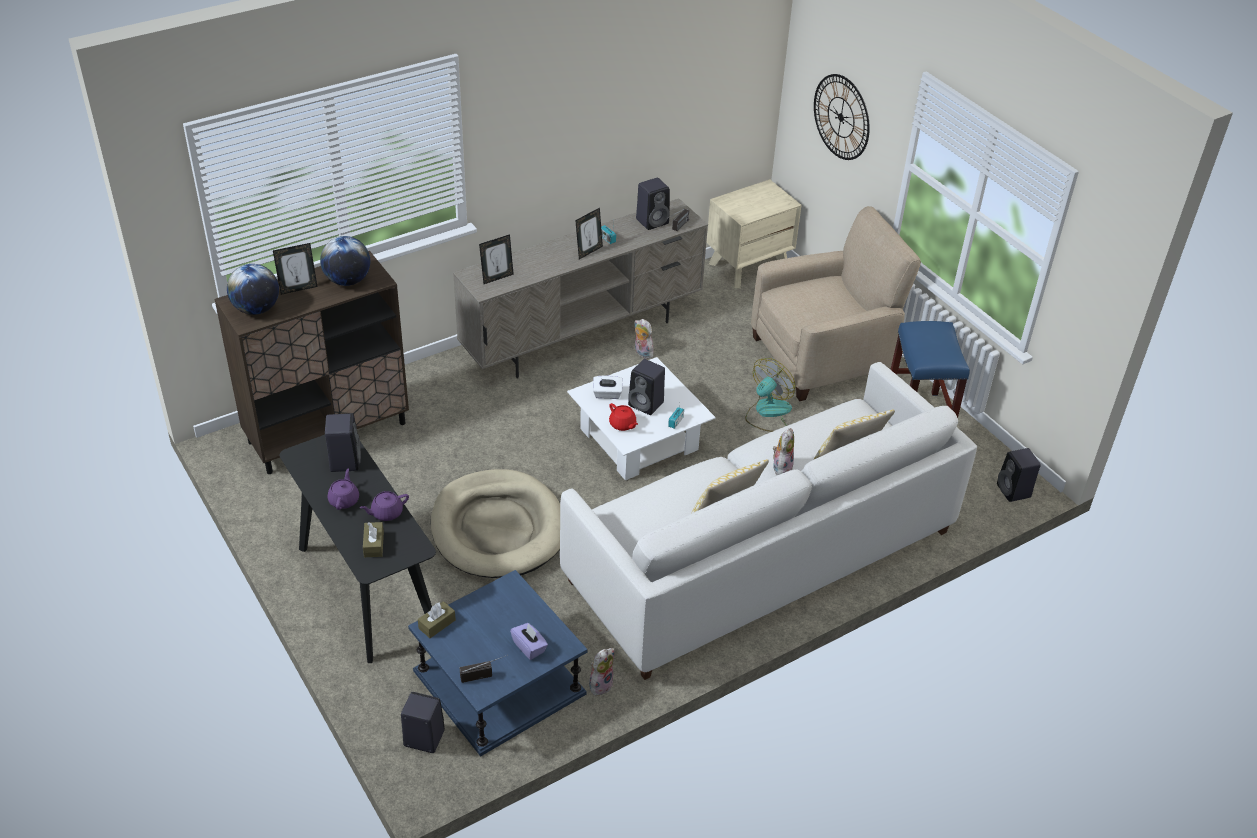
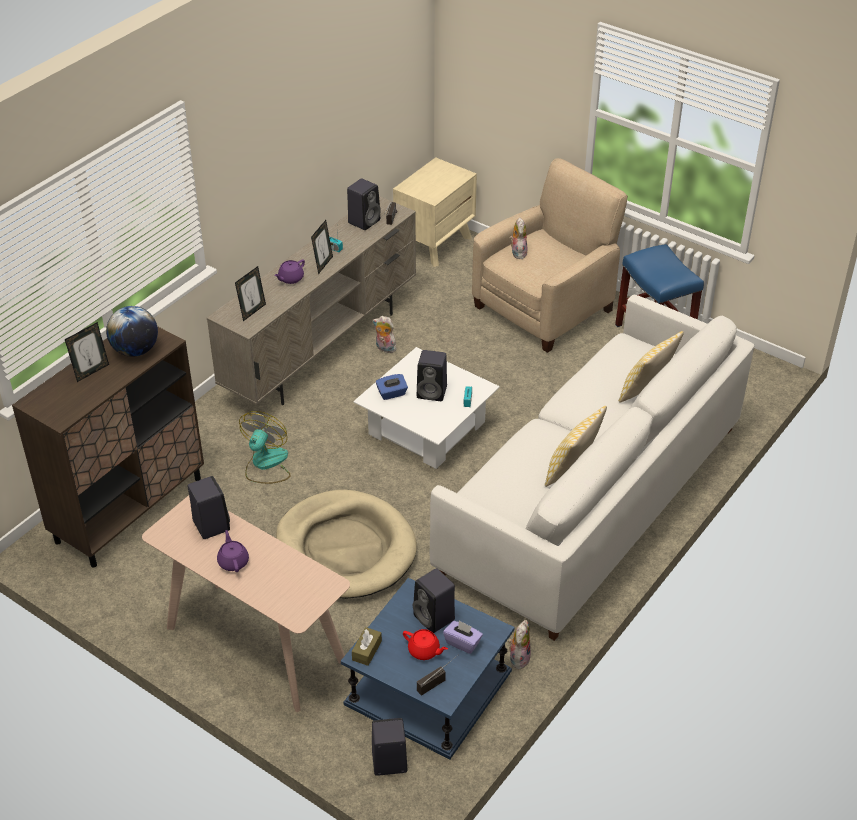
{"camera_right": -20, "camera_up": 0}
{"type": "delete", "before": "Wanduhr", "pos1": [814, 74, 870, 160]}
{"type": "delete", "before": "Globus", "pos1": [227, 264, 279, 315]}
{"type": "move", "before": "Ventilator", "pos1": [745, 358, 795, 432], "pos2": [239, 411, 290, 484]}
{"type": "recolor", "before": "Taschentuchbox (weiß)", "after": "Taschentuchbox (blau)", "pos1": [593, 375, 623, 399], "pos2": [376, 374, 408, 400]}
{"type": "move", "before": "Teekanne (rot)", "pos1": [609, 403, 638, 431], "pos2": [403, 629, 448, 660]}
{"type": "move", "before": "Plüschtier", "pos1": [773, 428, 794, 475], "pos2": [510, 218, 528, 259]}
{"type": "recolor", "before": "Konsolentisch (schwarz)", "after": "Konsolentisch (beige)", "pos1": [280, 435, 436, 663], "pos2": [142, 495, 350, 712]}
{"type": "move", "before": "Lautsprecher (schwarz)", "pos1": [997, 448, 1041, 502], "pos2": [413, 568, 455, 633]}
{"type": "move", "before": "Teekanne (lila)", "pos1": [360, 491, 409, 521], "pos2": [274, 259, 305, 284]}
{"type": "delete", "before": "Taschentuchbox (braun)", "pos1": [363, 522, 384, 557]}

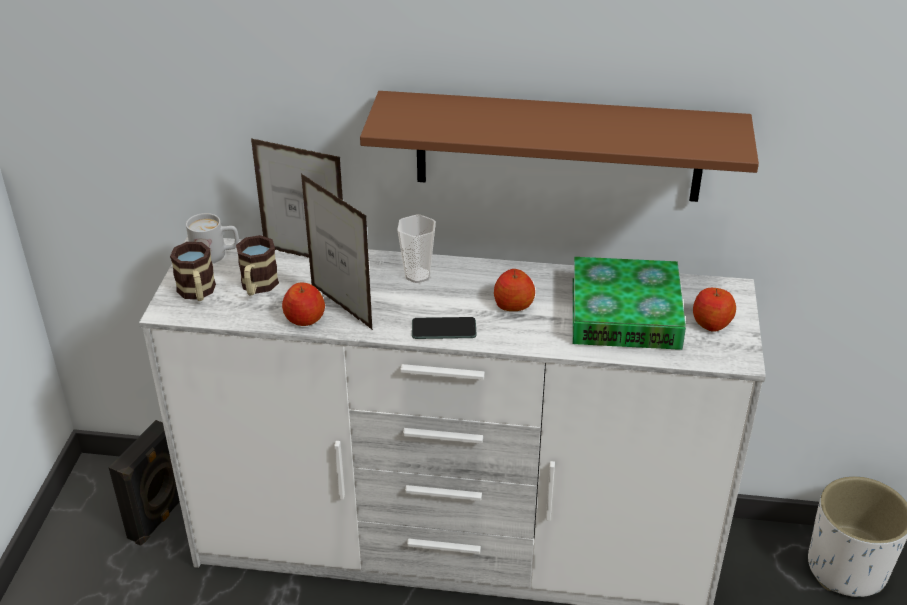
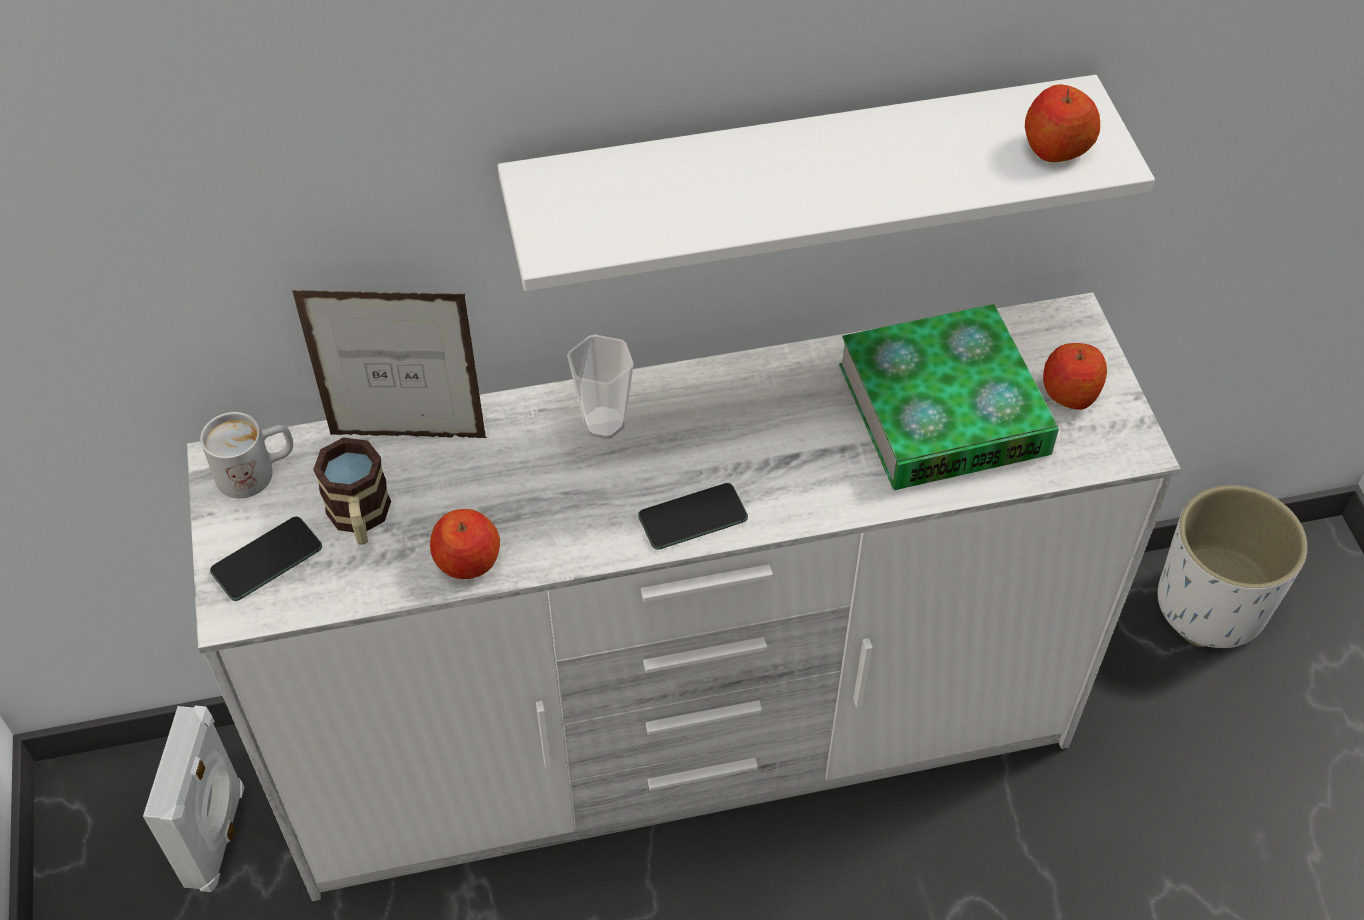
{"camera_right": -20, "camera_up": 15}
{"type": "recolor", "before": "Wandregal (braun)", "after": "Wandregal (weiß)", "pos1": [360, 91, 759, 202], "pos2": [498, 75, 1155, 291]}
{"type": "delete", "before": "Bilderrahmen", "pos1": [301, 174, 373, 330]}
{"type": "replace", "before": "Henkelbecher", "after": "Handy", "pos1": [170, 242, 216, 301], "pos2": [210, 517, 322, 601]}
{"type": "move", "before": "Apfel", "pos1": [494, 269, 535, 311], "pos2": [1025, 85, 1100, 162]}
{"type": "recolor", "before": "Lautsprecher (schwarz)", "after": "Lautsprecher (weiß)", "pos1": [109, 420, 180, 546], "pos2": [143, 706, 245, 892]}

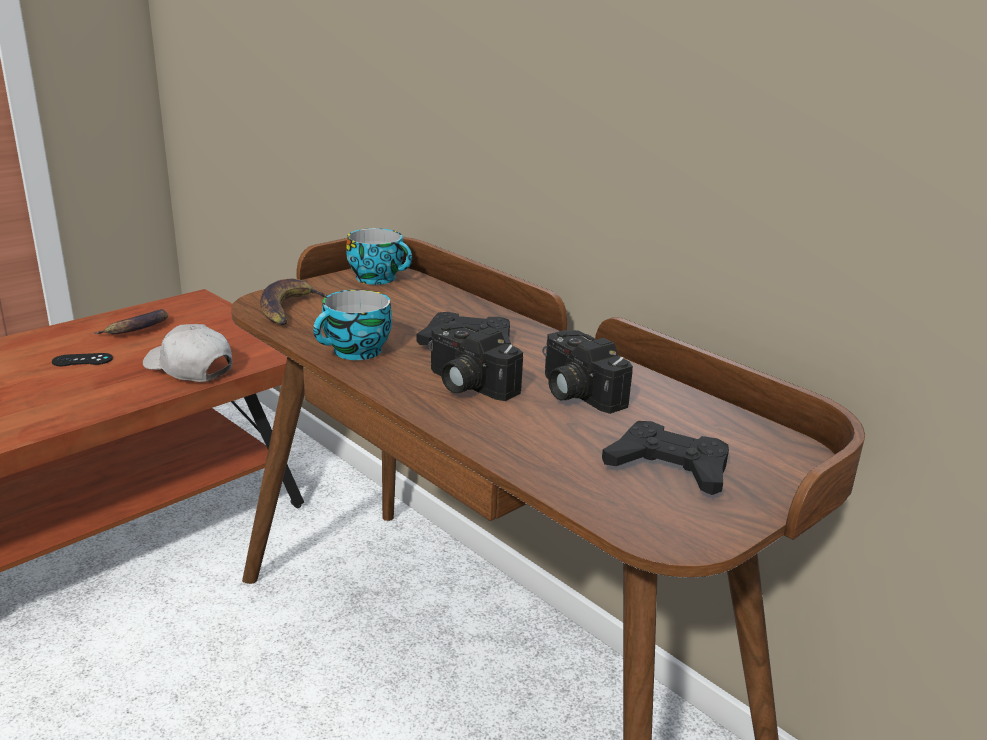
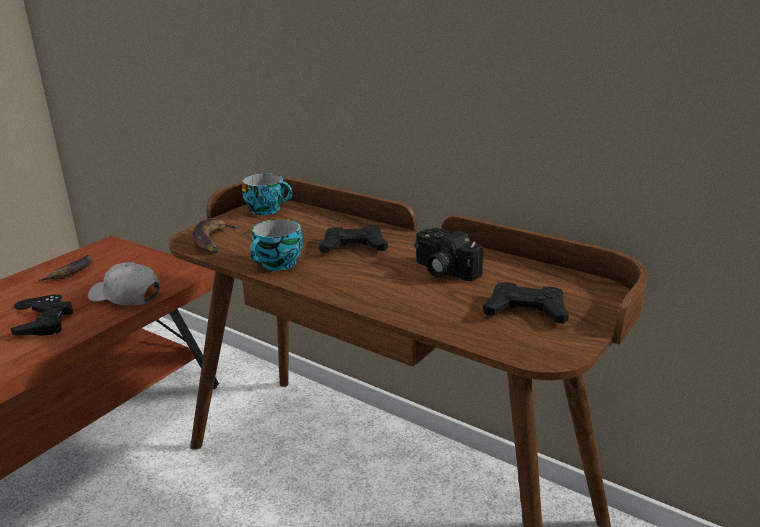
{"camera_right": -10, "camera_up": 0}
{"type": "delete", "before": "Kamera", "pos1": [428, 323, 523, 401]}
{"type": "insert", "after": "Gamepad (schwarz)", "pos2": [11, 301, 73, 336]}

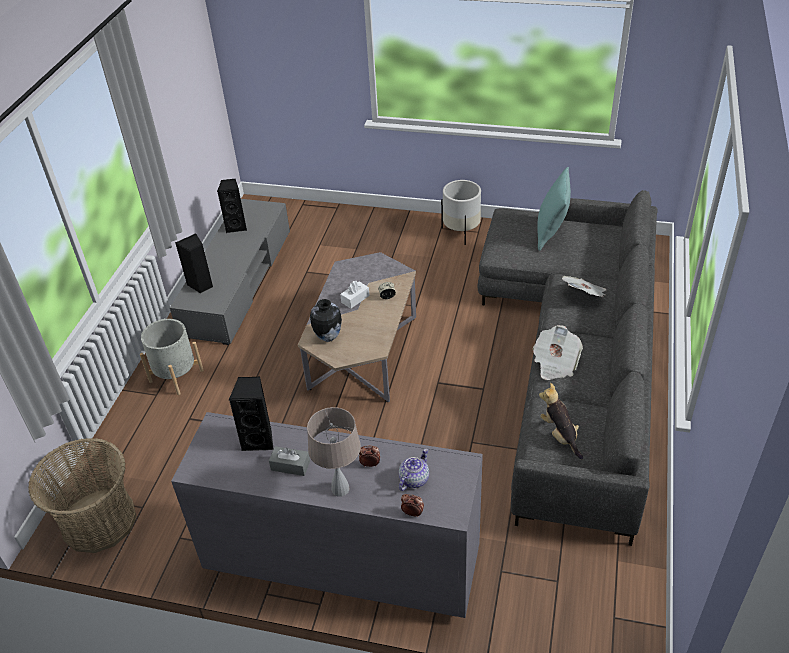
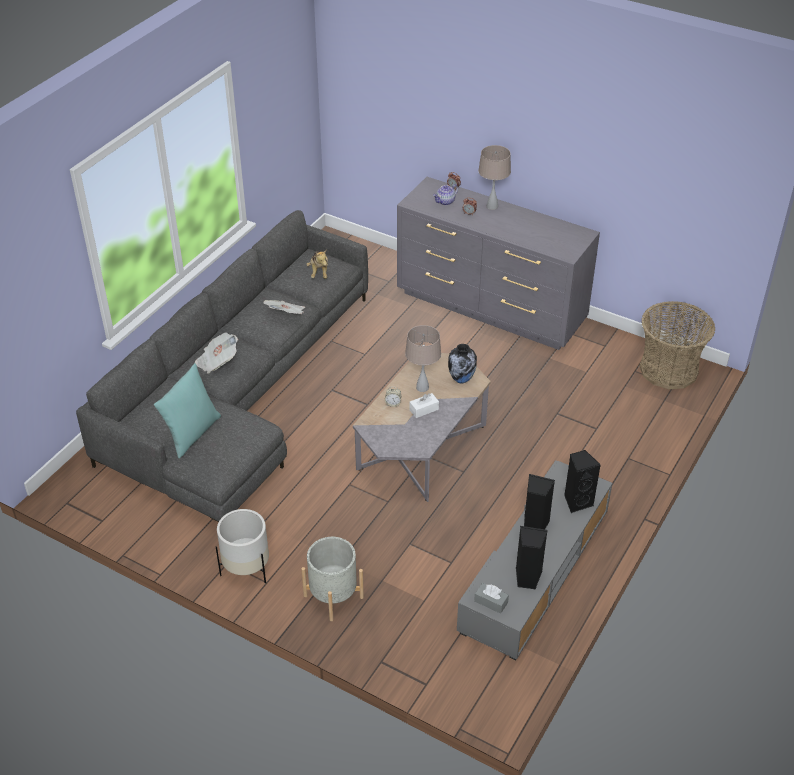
{"camera_right": -165, "camera_up": 0}
{"type": "move", "before": "Pflanzkübel (grau)", "pos1": [140, 319, 204, 395], "pos2": [301, 537, 364, 621]}
{"type": "move", "before": "Lautsprecher (schwarz)", "pos1": [228, 377, 273, 451], "pos2": [524, 474, 555, 529]}
{"type": "move", "before": "Taschentuchbox (grau)", "pos1": [269, 446, 310, 476], "pos2": [474, 583, 509, 614]}
{"type": "insert", "after": "Tischlampe (beige)", "pos2": [405, 325, 441, 392]}

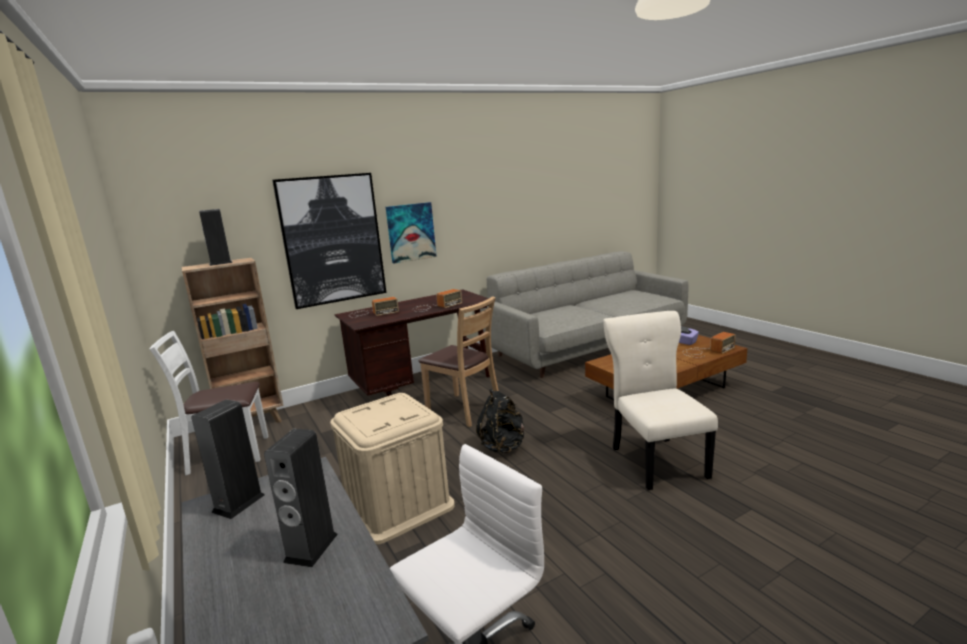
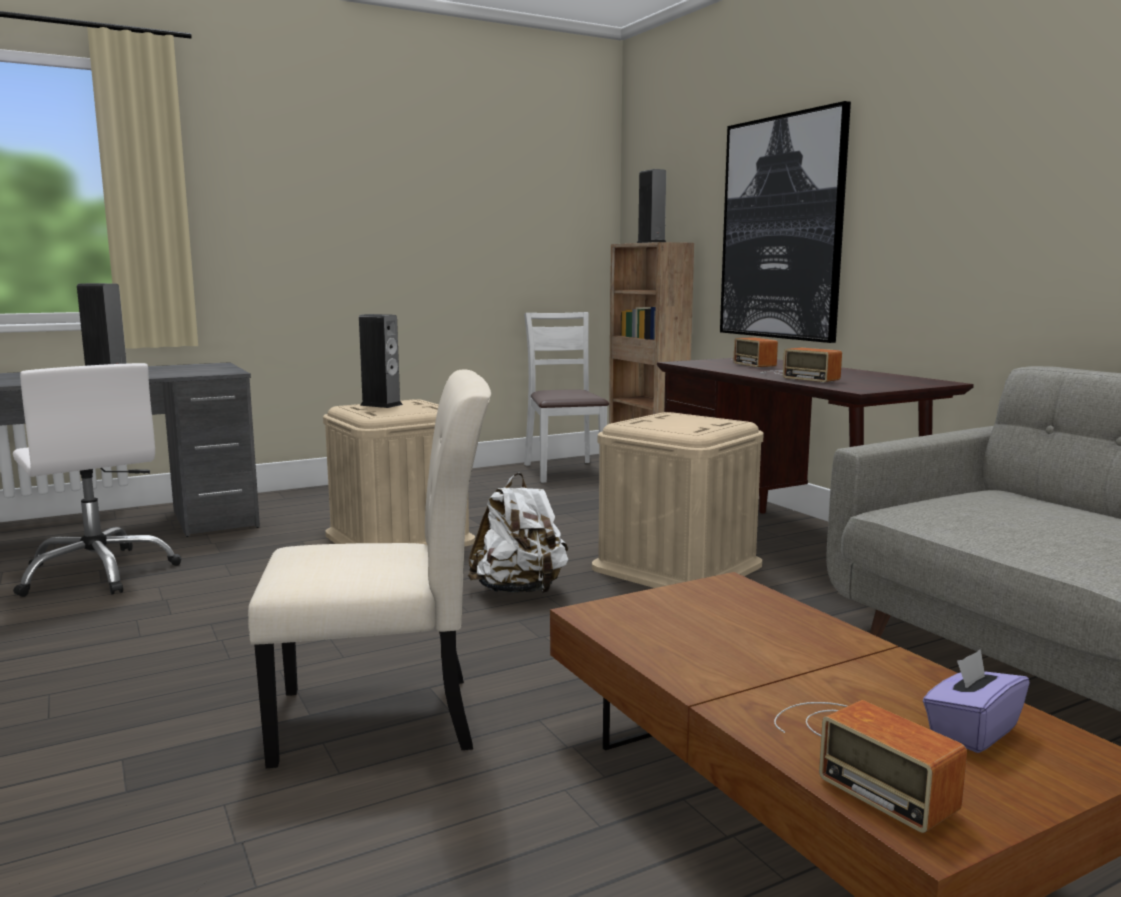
{"camera_right": 90, "camera_up": -5}
{"type": "delete", "before": "Bild", "pos1": [386, 202, 437, 263]}
{"type": "replace", "before": "Stuhl (braun)", "after": "Aufbewahrungsbox (beige)", "pos1": [419, 296, 499, 427], "pos2": [592, 412, 764, 588]}
{"type": "recolor", "before": "Rucksack (schwarz)", "after": "Rucksack (weiß)", "pos1": [476, 389, 524, 453], "pos2": [468, 473, 568, 593]}
{"type": "move", "before": "Lautsprecher", "pos1": [191, 399, 265, 519], "pos2": [359, 314, 403, 408]}

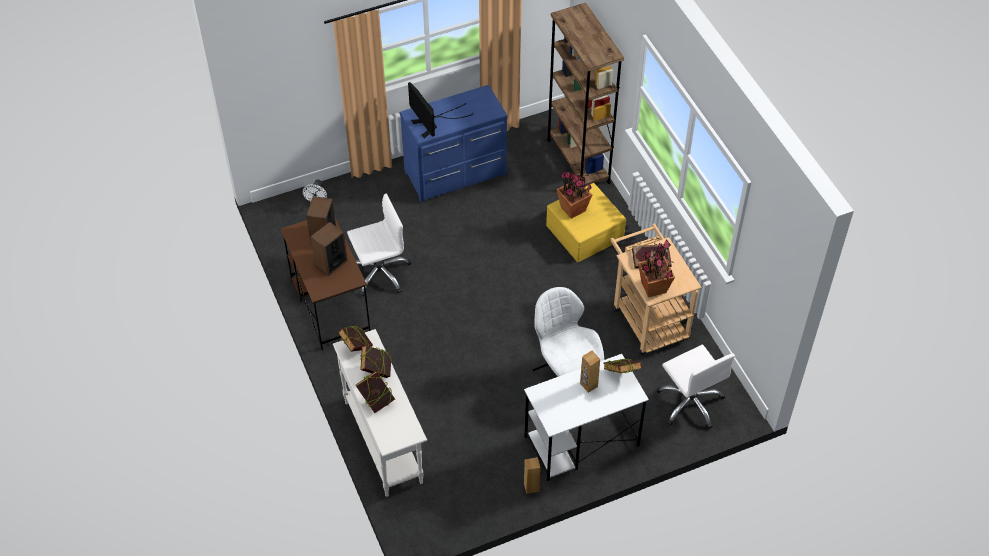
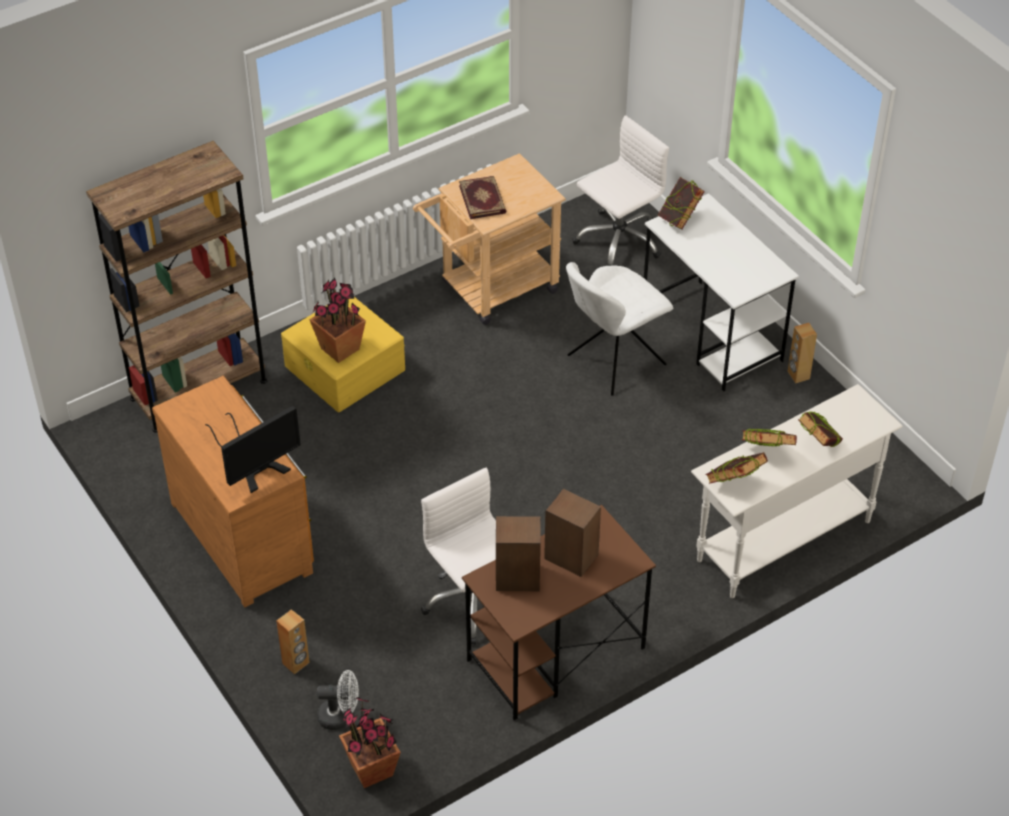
{"camera_right": -100, "camera_up": -5}
{"type": "recolor", "before": "Kommode (blau)", "after": "Kommode (braun)", "pos1": [400, 85, 507, 202], "pos2": [152, 376, 314, 607]}
{"type": "move", "before": "Topfpflanze", "pos1": [638, 238, 675, 297], "pos2": [339, 697, 401, 788]}
{"type": "move", "before": "Lautsprecher (braun)", "pos1": [580, 351, 600, 393], "pos2": [276, 609, 310, 675]}

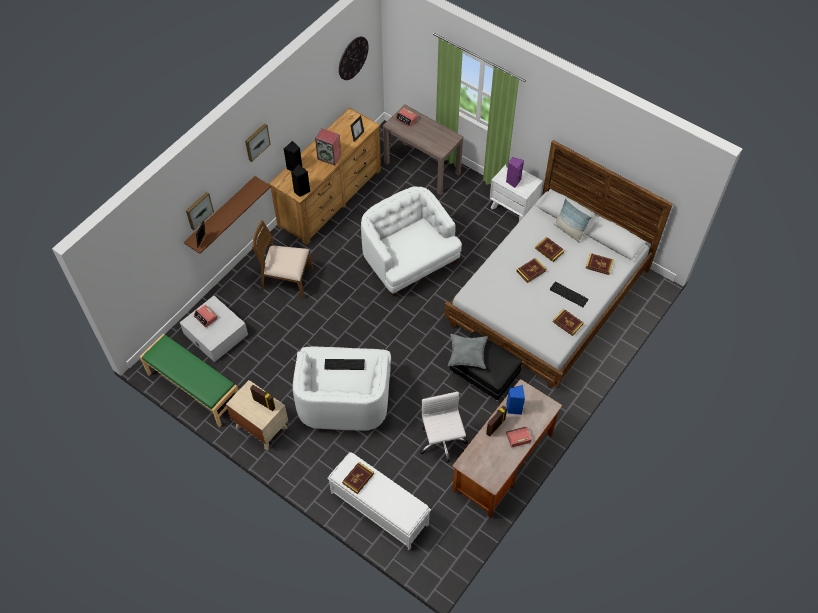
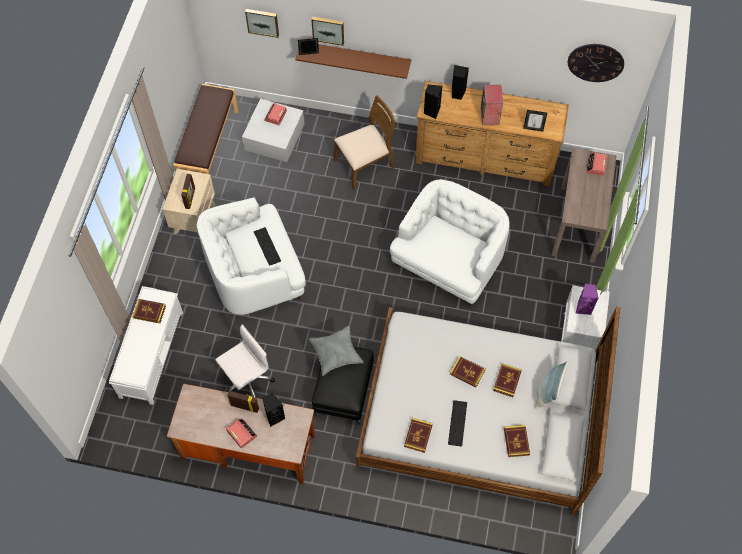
{"camera_right": 65, "camera_up": 5}
{"type": "move", "before": "Bild", "pos1": [245, 123, 271, 162], "pos2": [245, 9, 279, 38]}
{"type": "rotate", "before": "Stuhl (braun)", "pos1": [252, 220, 313, 299], "pos2": [334, 95, 396, 190], "turn": 75}
{"type": "recolor", "before": "Bank (grün)", "after": "Bank (braun)", "pos1": [140, 334, 238, 427], "pos2": [173, 84, 239, 174]}
{"type": "recolor", "before": "Lautsprecher (blau)", "after": "Lautsprecher (schwarz)", "pos1": [506, 385, 525, 415], "pos2": [262, 393, 286, 427]}

